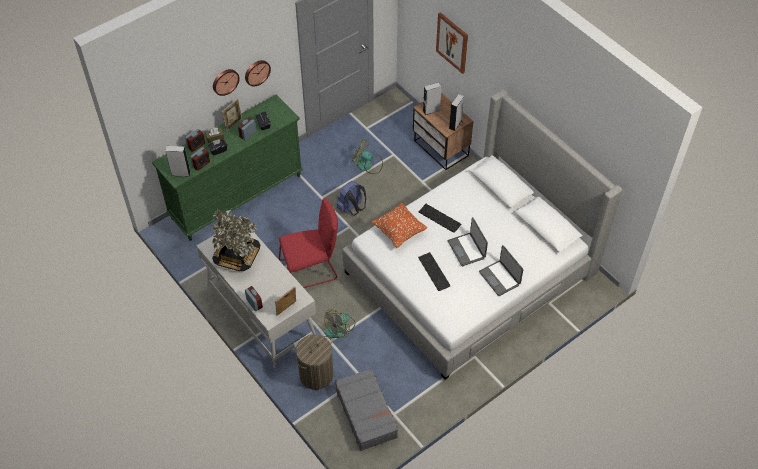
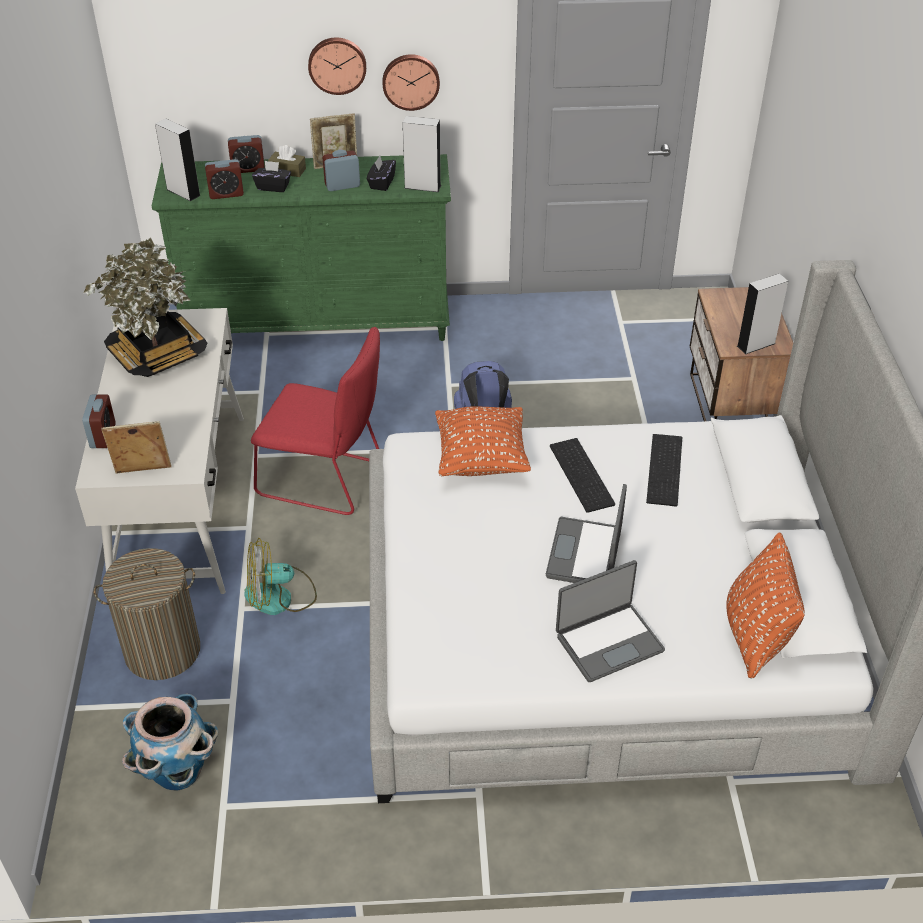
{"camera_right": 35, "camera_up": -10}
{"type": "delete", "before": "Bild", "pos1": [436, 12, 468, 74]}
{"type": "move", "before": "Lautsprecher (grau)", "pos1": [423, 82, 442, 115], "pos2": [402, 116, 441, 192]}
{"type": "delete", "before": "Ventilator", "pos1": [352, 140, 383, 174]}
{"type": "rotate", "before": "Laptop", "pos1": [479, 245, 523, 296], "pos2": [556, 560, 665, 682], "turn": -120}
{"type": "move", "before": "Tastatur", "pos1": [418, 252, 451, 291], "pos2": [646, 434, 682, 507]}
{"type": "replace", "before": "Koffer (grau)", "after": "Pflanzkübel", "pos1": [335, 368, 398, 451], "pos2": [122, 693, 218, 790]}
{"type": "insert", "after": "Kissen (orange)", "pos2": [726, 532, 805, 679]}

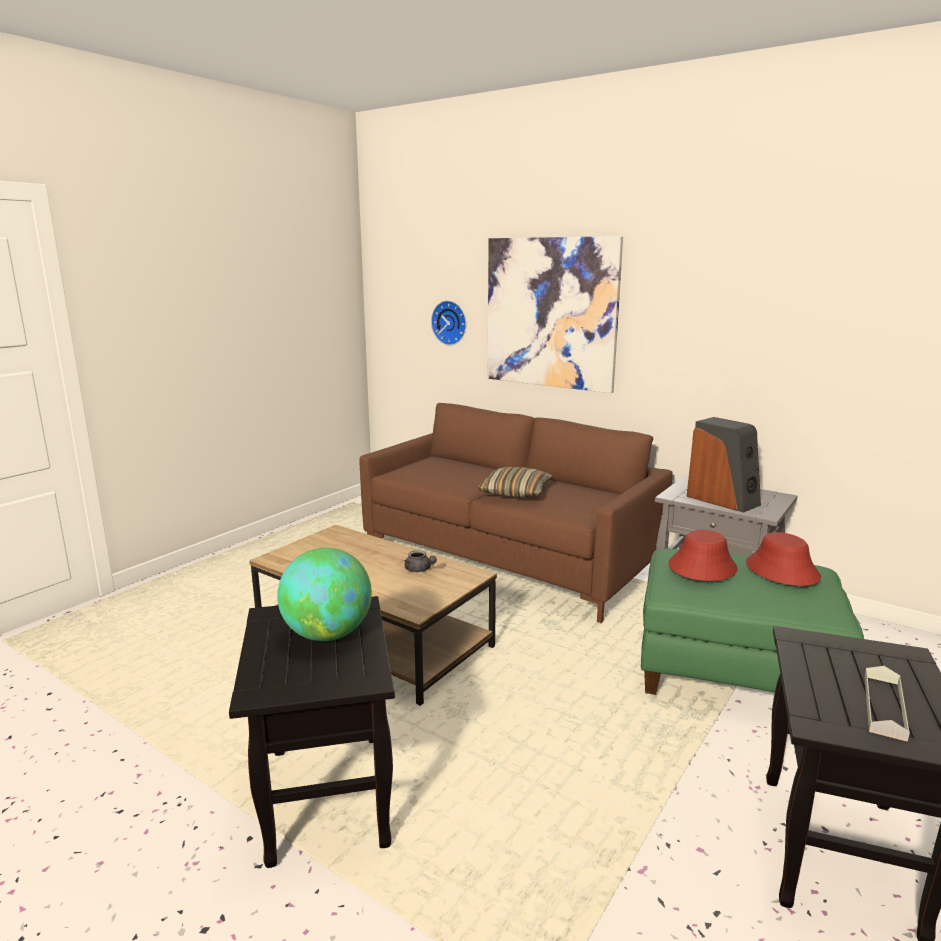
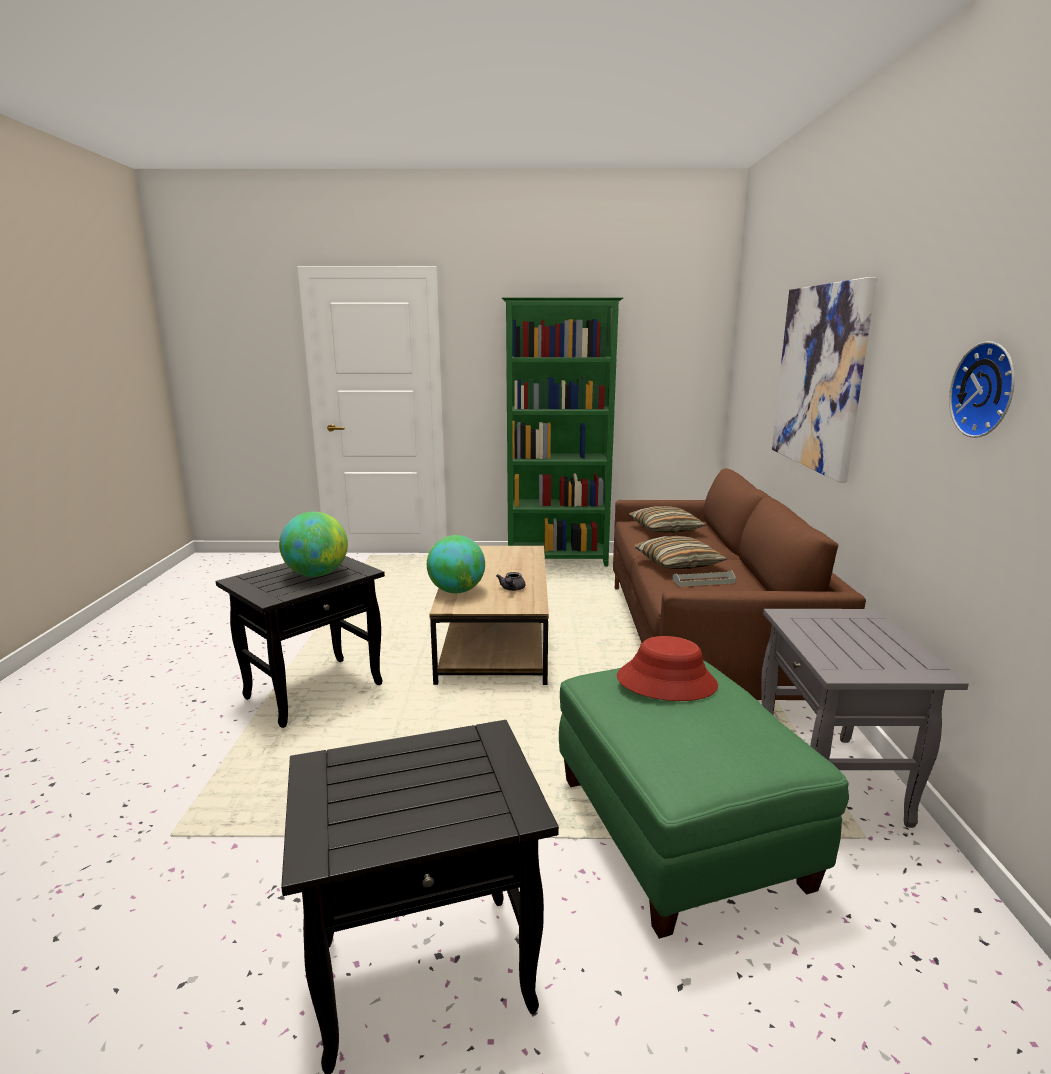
{"camera_right": 55, "camera_up": 0}
{"type": "move", "before": "Wanduhr", "pos1": [431, 300, 466, 346], "pos2": [949, 341, 1015, 438]}
{"type": "delete", "before": "Lautsprecher", "pos1": [686, 417, 761, 513]}
{"type": "delete", "before": "Hut (rot)", "pos1": [746, 532, 821, 586]}
{"type": "move", "before": "Tablett (grau)", "pos1": [864, 666, 910, 742], "pos2": [672, 570, 736, 587]}
{"type": "insert", "after": "Bücherregal (grün)", "pos2": [502, 297, 623, 566]}
{"type": "insert", "after": "Kissen", "pos2": [629, 506, 706, 533]}
{"type": "insert", "after": "Globus", "pos2": [427, 535, 485, 593]}

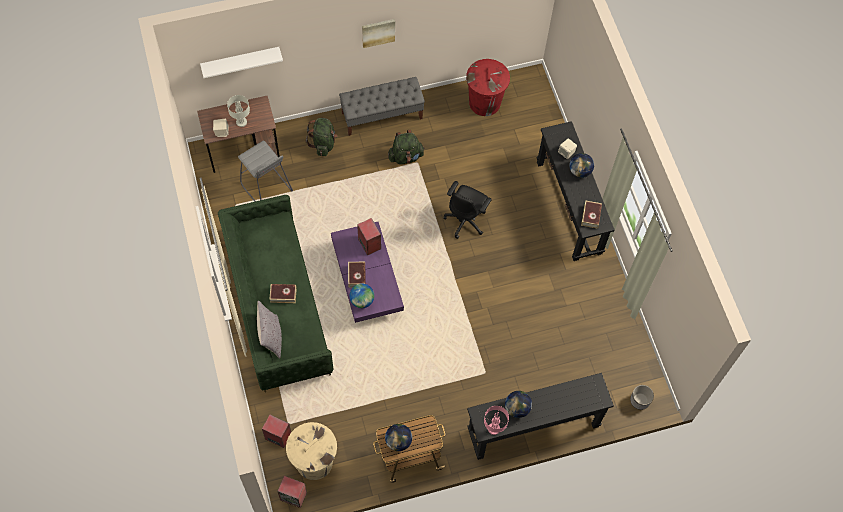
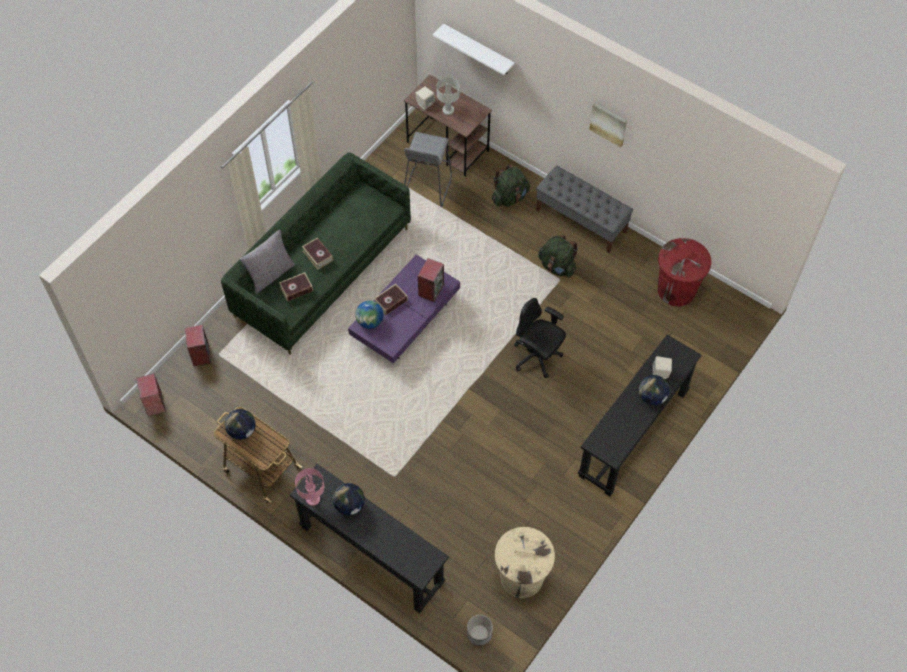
{"camera_right": 55, "camera_up": -5}
{"type": "rotate", "before": "Bürostuhl (schwarz)", "pos1": [443, 181, 492, 239], "pos2": [514, 298, 566, 378], "turn": 45}
{"type": "move", "before": "Buch", "pos1": [581, 201, 602, 229], "pos2": [279, 272, 313, 302]}
{"type": "move", "before": "Mülleimer (beige)", "pos1": [286, 422, 337, 480], "pos2": [495, 527, 555, 598]}

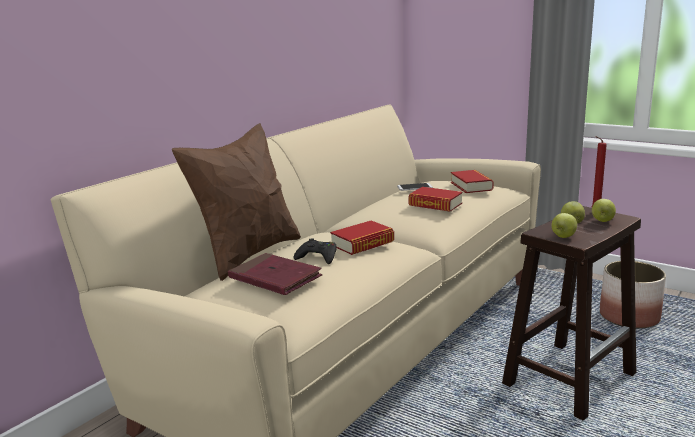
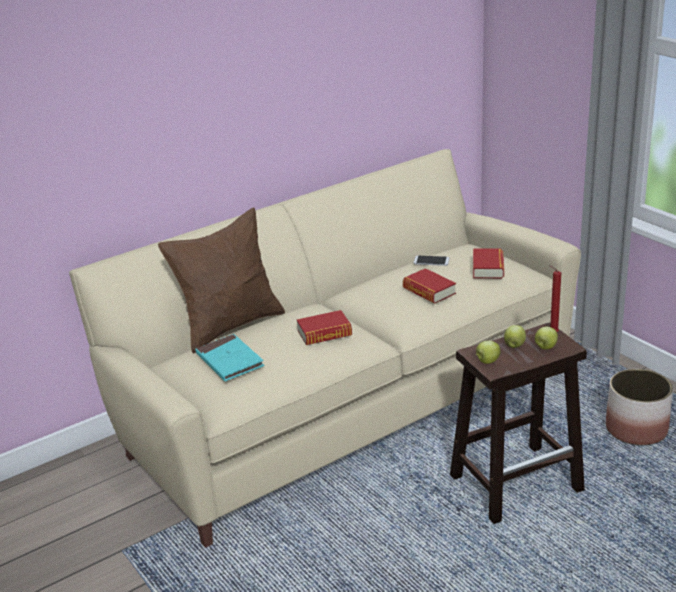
{"camera_right": 20, "camera_up": 10}
{"type": "delete", "before": "Gamepad (schwarz)", "pos1": [293, 238, 337, 264]}
{"type": "recolor", "before": "Buch (rot)", "after": "Buch (türkis)", "pos1": [228, 253, 322, 295], "pos2": [195, 334, 264, 381]}

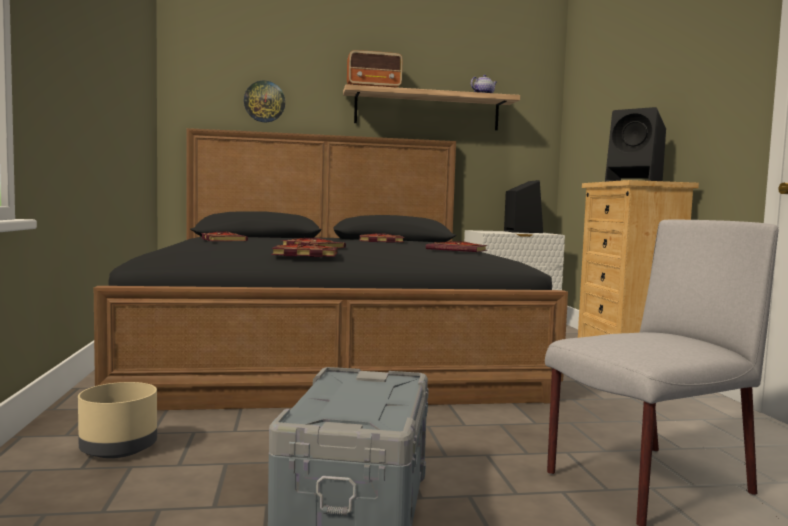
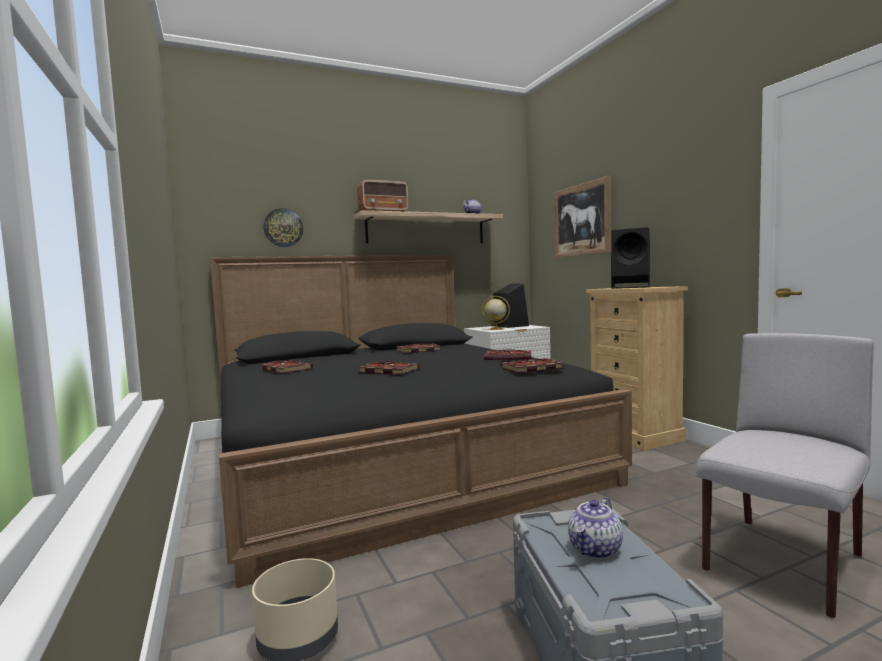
{"camera_right": -15, "camera_up": 0}
{"type": "move", "before": "Buch", "pos1": [271, 243, 337, 257], "pos2": [500, 358, 564, 373]}
{"type": "insert", "after": "Bild", "pos2": [553, 176, 611, 258]}
{"type": "insert", "after": "Globus", "pos2": [482, 296, 510, 330]}
{"type": "insert", "after": "Teekanne", "pos2": [568, 497, 623, 559]}

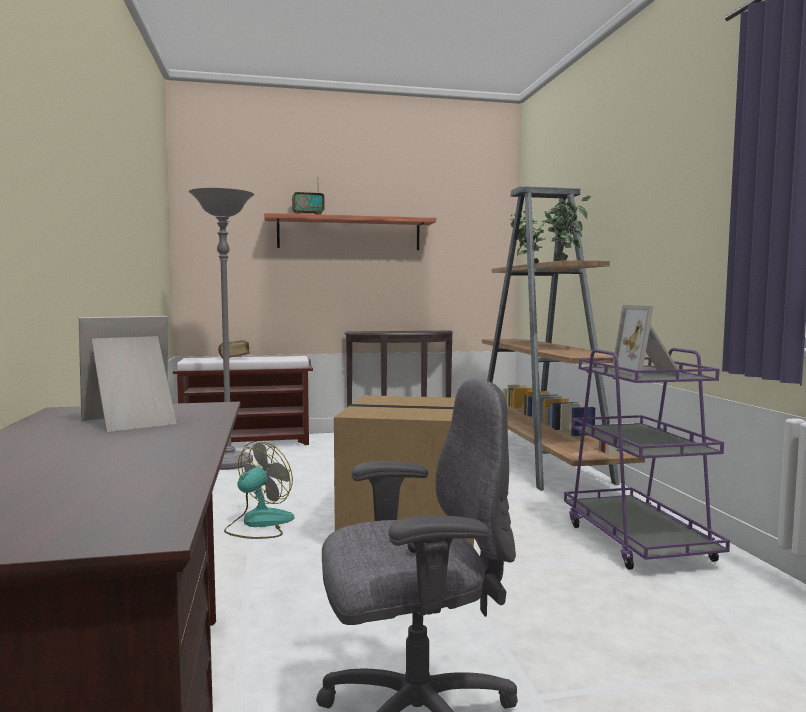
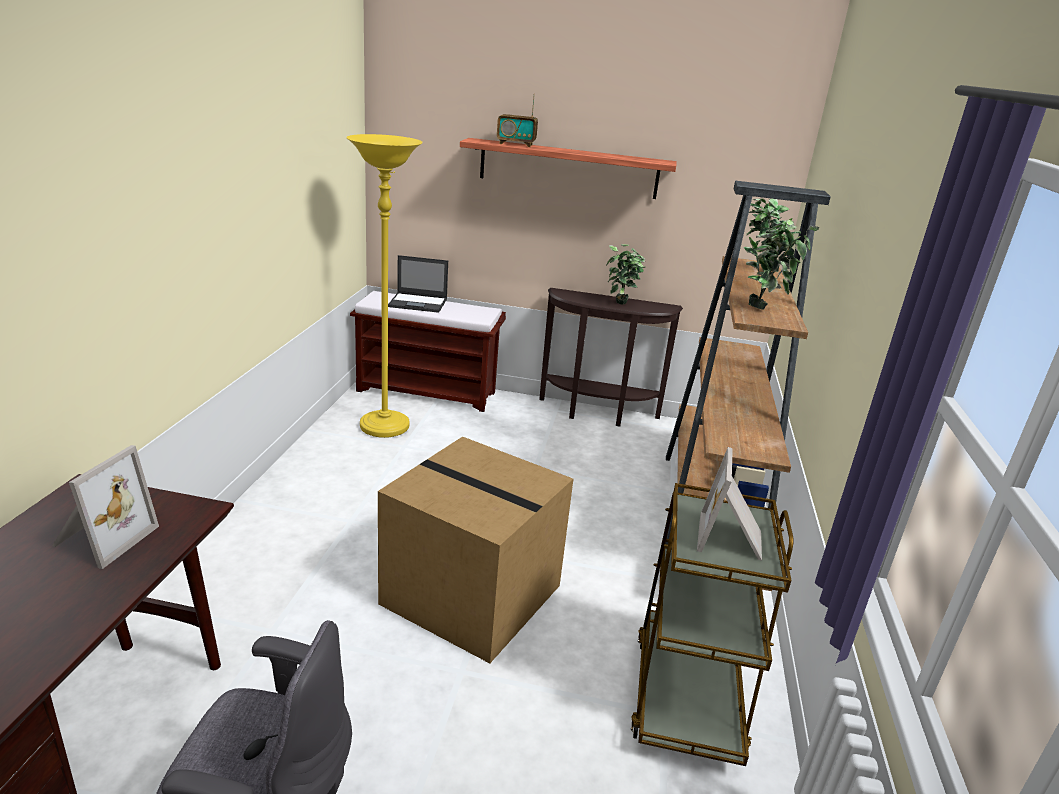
{"camera_right": 20, "camera_up": 20}
{"type": "recolor", "before": "Stehlampe (grau)", "after": "Stehlampe (gelb)", "pos1": [188, 188, 254, 470], "pos2": [346, 134, 423, 438]}
{"type": "rotate", "before": "Bilderrahmen", "pos1": [79, 316, 177, 432], "pos2": [52, 445, 159, 569], "turn": 120}
{"type": "replace", "before": "Buch", "after": "Laptop", "pos1": [218, 340, 250, 359], "pos2": [388, 255, 448, 313]}
{"type": "recolor", "before": "Rollwagen (lila)", "after": "Rollwagen (braun)", "pos1": [564, 348, 730, 570], "pos2": [631, 483, 793, 766]}
{"type": "delete", "before": "Ventilator", "pos1": [224, 441, 294, 539]}
{"type": "insert", "after": "Topfpflanze", "pos2": [606, 244, 645, 305]}

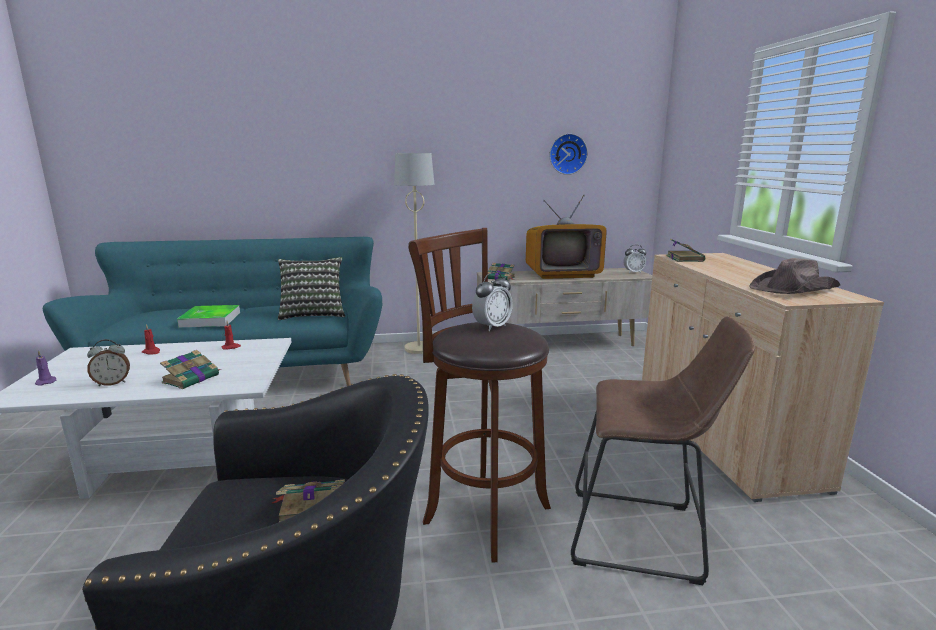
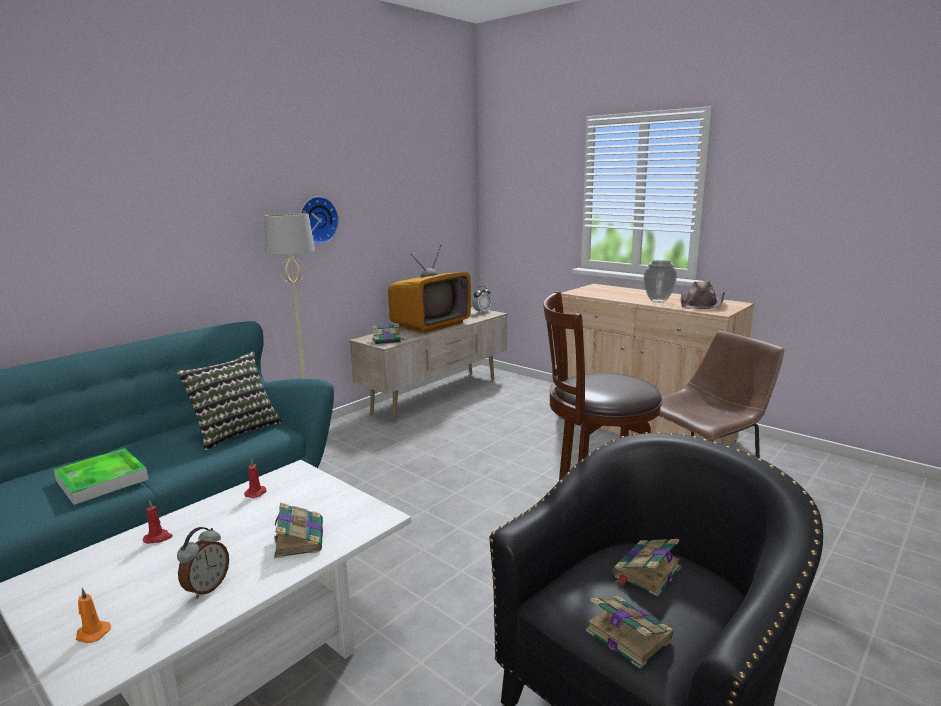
{"camera_right": -40, "camera_up": 0}
{"type": "move", "before": "Wanduhr", "pos1": [550, 133, 588, 175], "pos2": [300, 196, 339, 244]}
{"type": "move", "before": "Buch", "pos1": [666, 239, 705, 262], "pos2": [586, 596, 673, 669]}
{"type": "delete", "before": "Wecker", "pos1": [472, 272, 513, 331]}
{"type": "recolor", "before": "Kerze (lila)", "after": "Kerze (orange)", "pos1": [35, 350, 56, 385], "pos2": [76, 588, 111, 643]}
{"type": "insert", "after": "Vase", "pos2": [644, 260, 677, 303]}

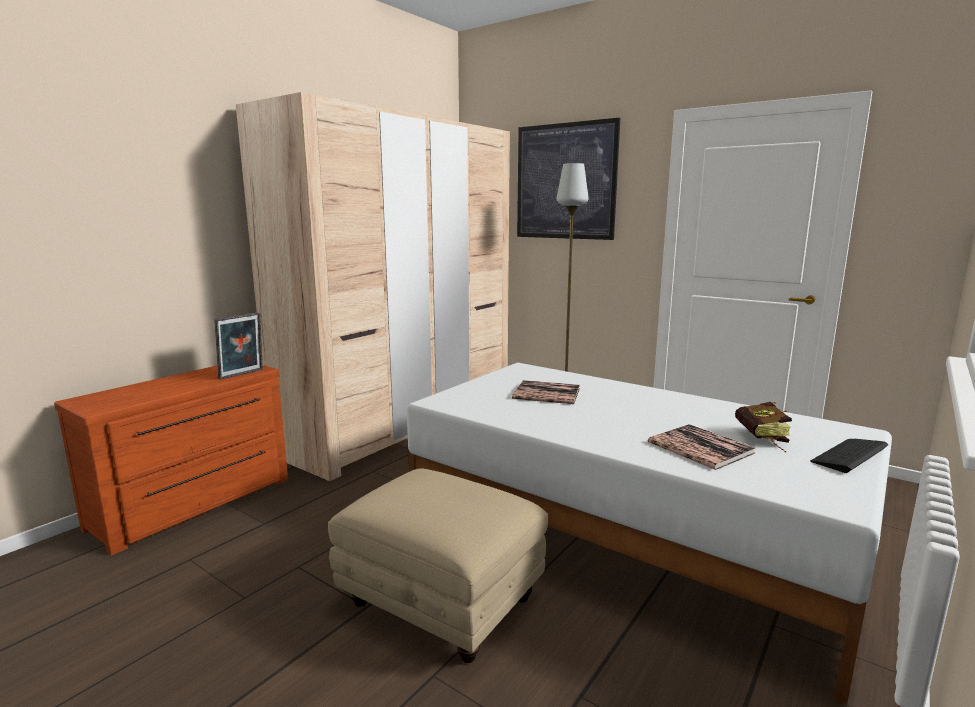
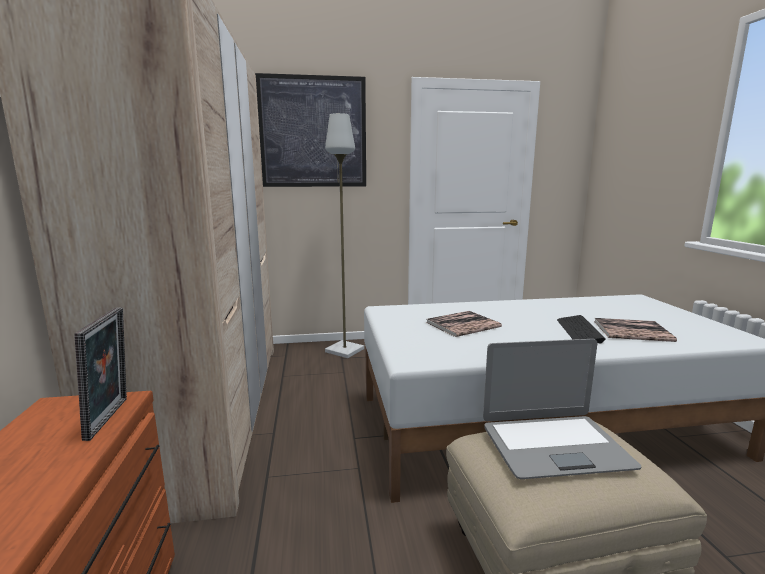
{"camera_right": -45, "camera_up": 0}
{"type": "delete", "before": "Buch", "pos1": [735, 402, 792, 453]}
{"type": "move", "before": "Tastatur", "pos1": [810, 439, 888, 473], "pos2": [557, 315, 606, 343]}
{"type": "insert", "after": "Laptop", "pos2": [483, 339, 641, 479]}

